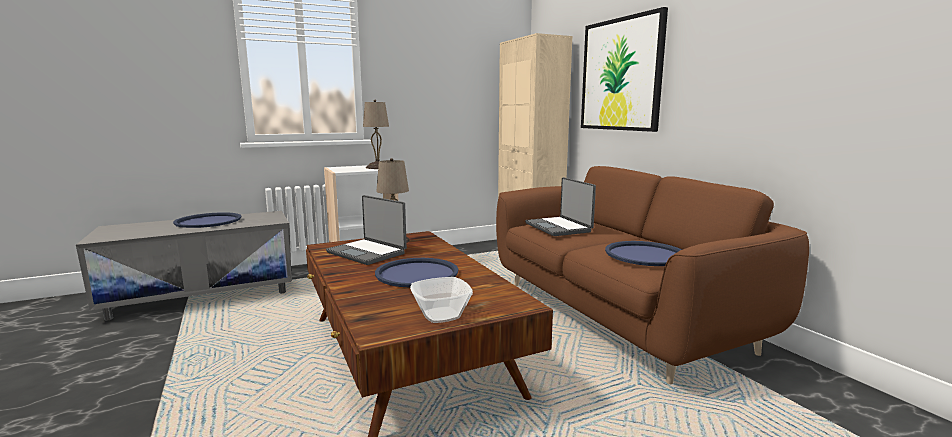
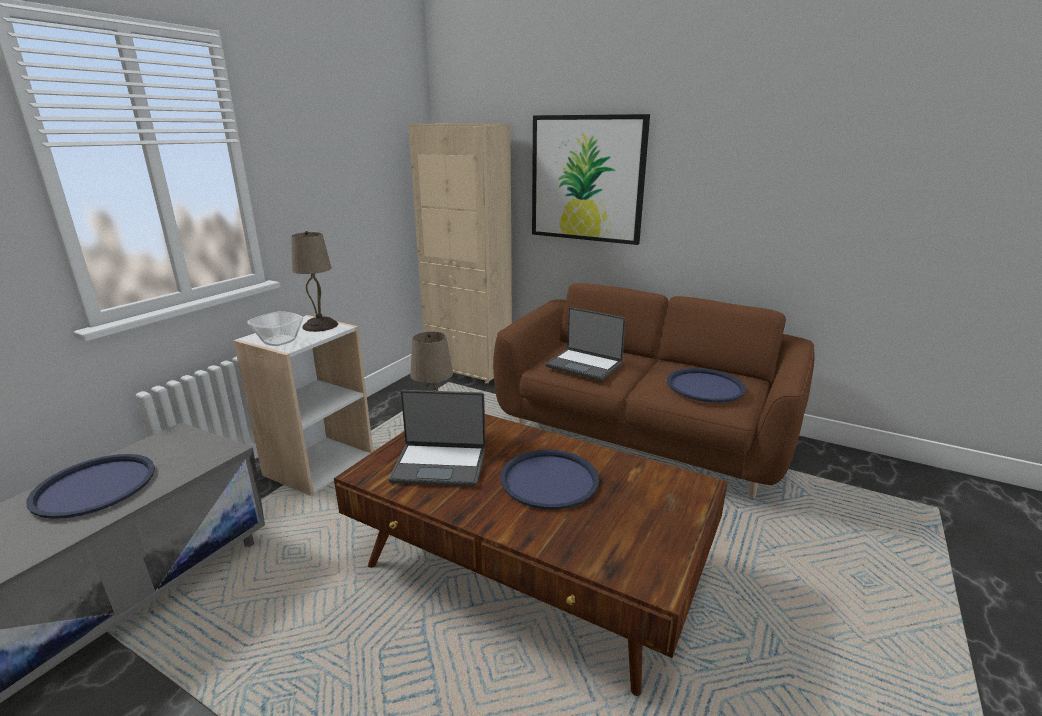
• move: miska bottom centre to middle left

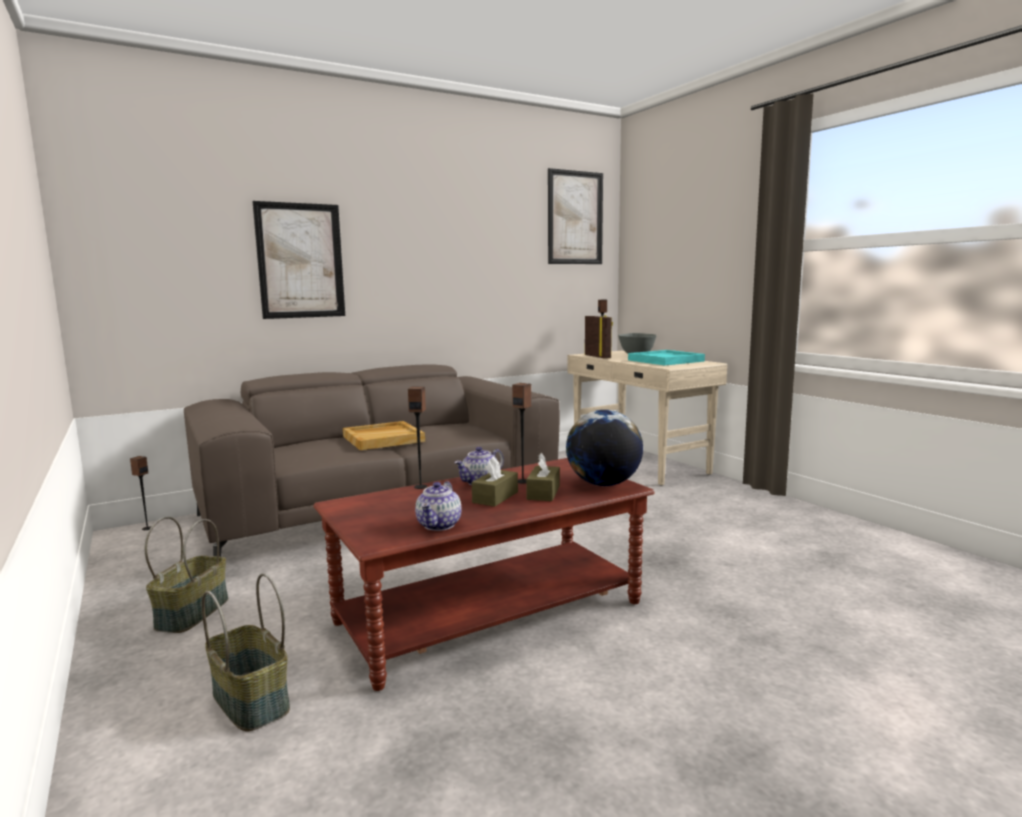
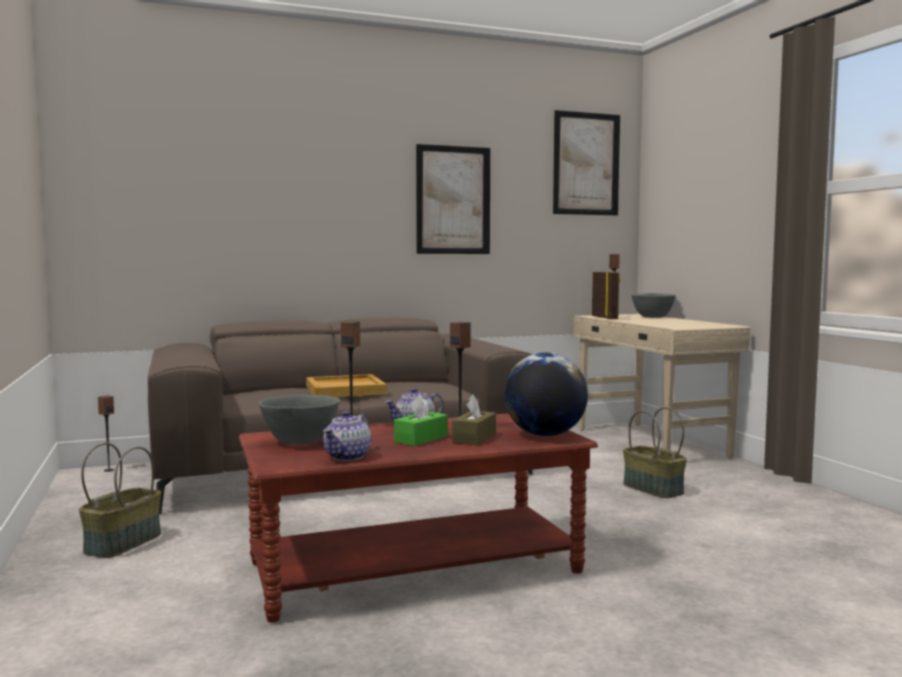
• move: koszyk (2nd from left) bottom left to bottom right
• move: obraz (1st from left) top left to top centre
• recolor: pudełko chusteczek/brązowy (1st from left) centre to pudełko chusteczek/zielony centre
• delete: taca/turkusowy centre
• insert: miska/szary (1st from left) middle left

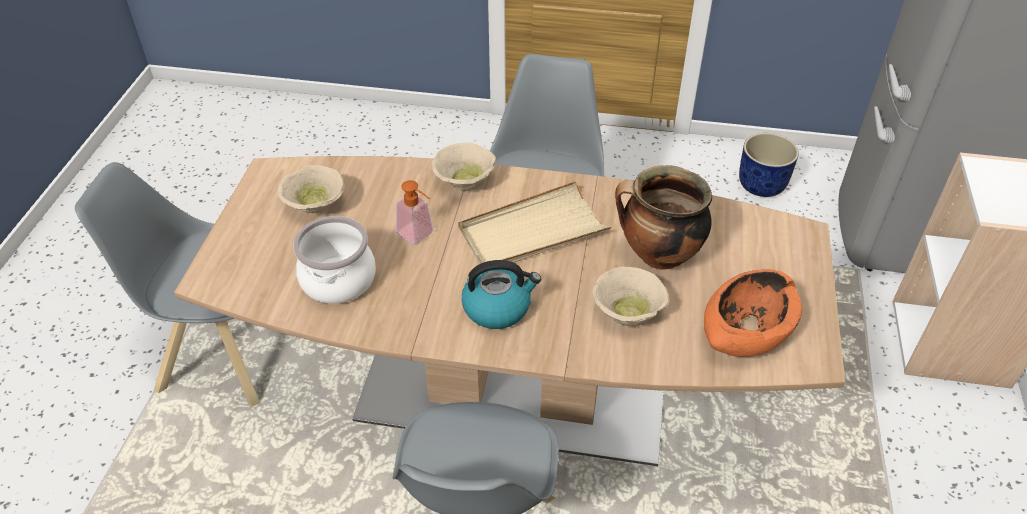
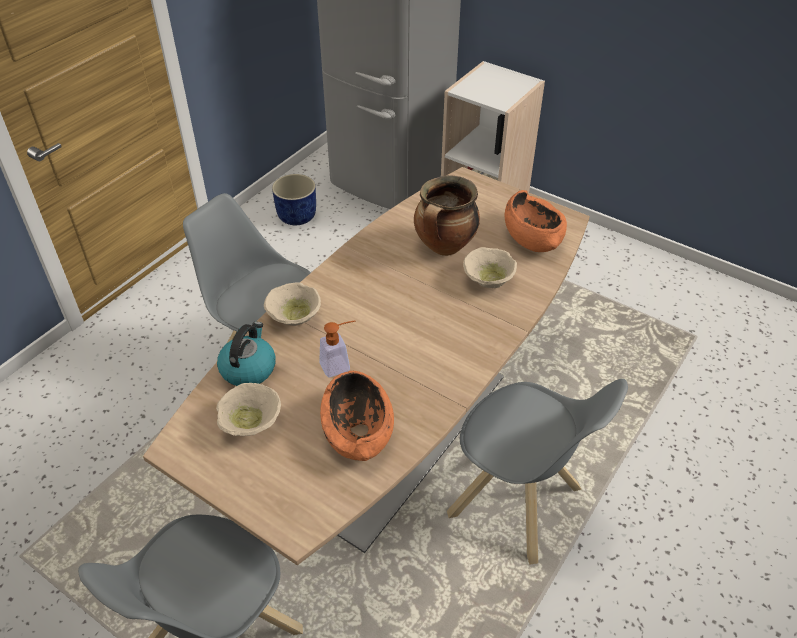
• replace: garnek (1st from left) middle left to miska/pomarańczowy (1st from left) centre
• delete: taca/beżowy centre
• move: czajnik centre to middle left

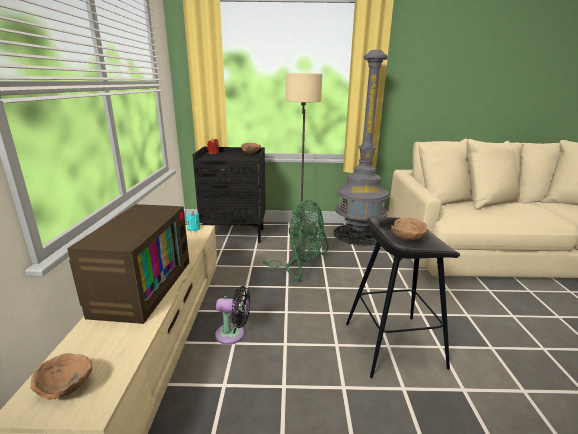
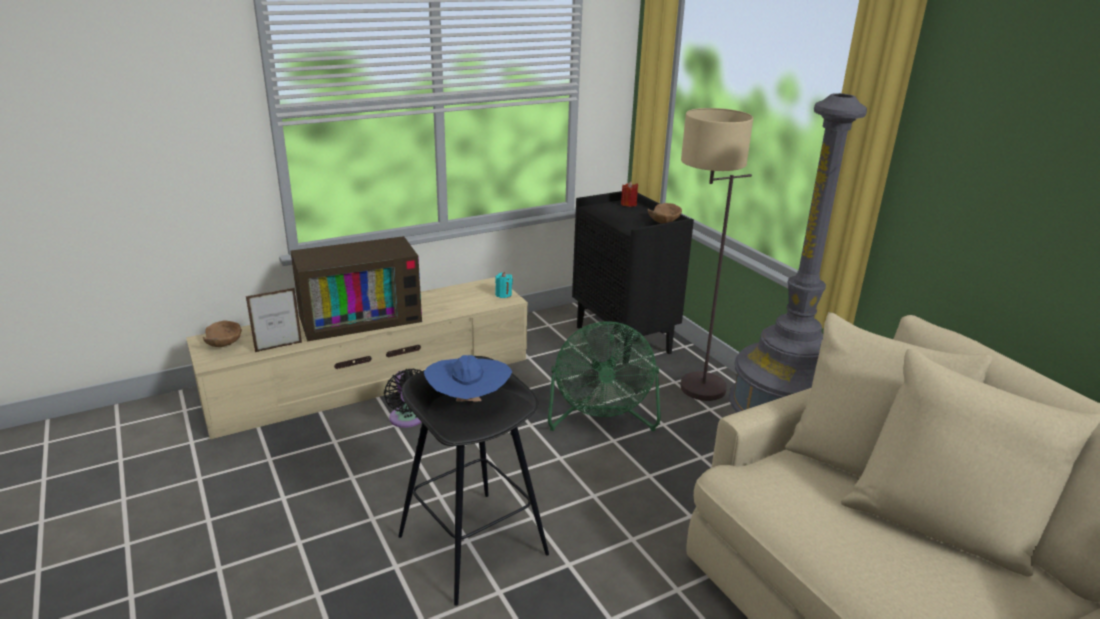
• replace: miska/brązowy (3rd from left) middle right to kapelusz/niebieski centre
• insert: ramka na zdjęcie middle left

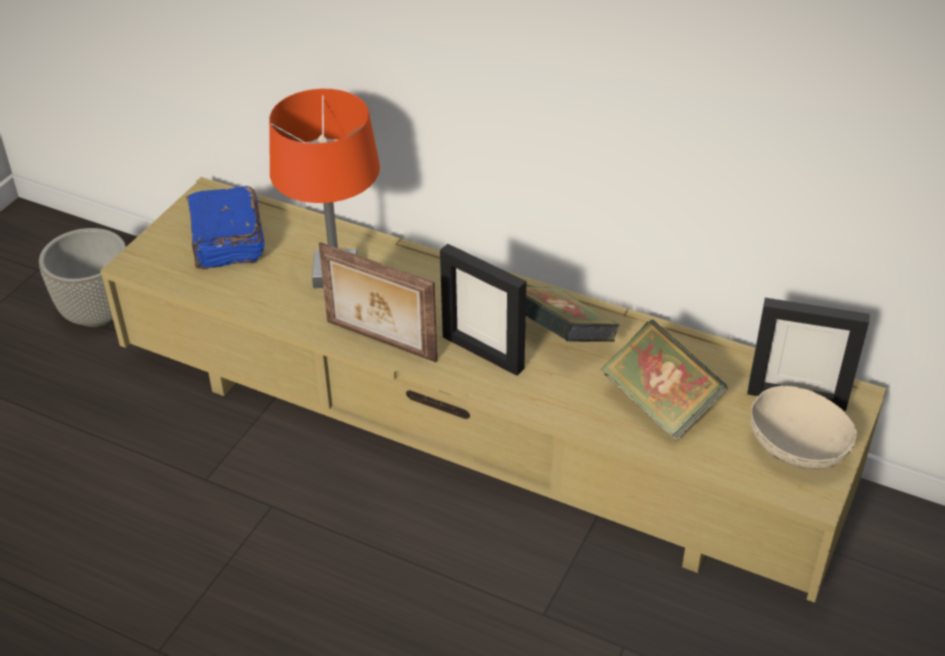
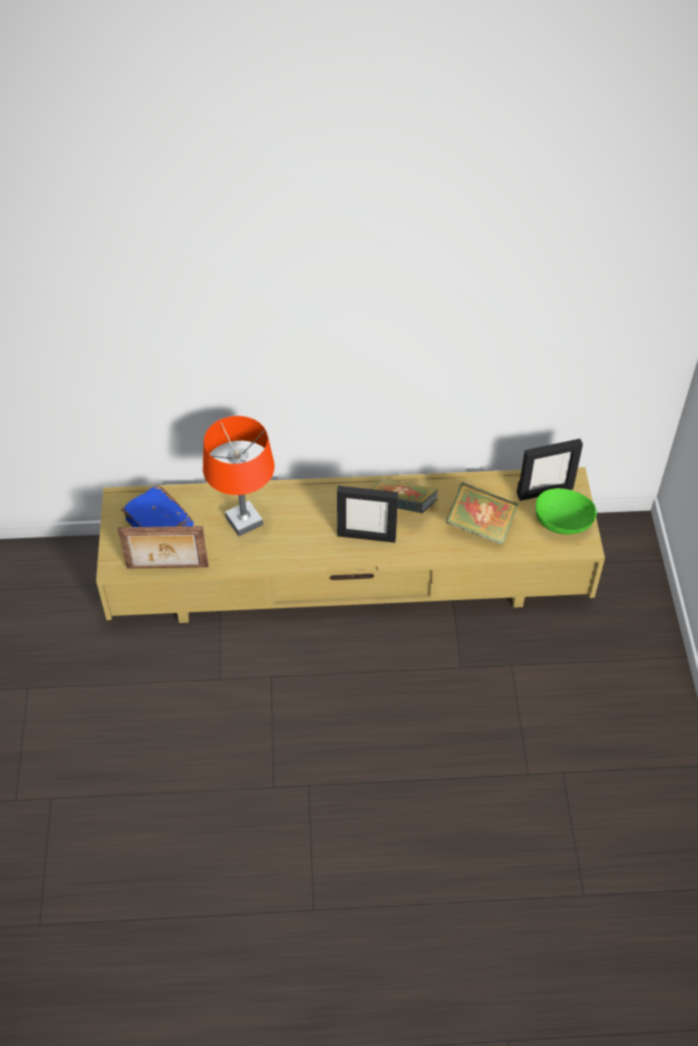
• delete: donica/szary middle left
• move: ramka na zdjęcie (1st from left) centre to middle left
• recolor: miska/beżowy middle right to miska/zielony middle right

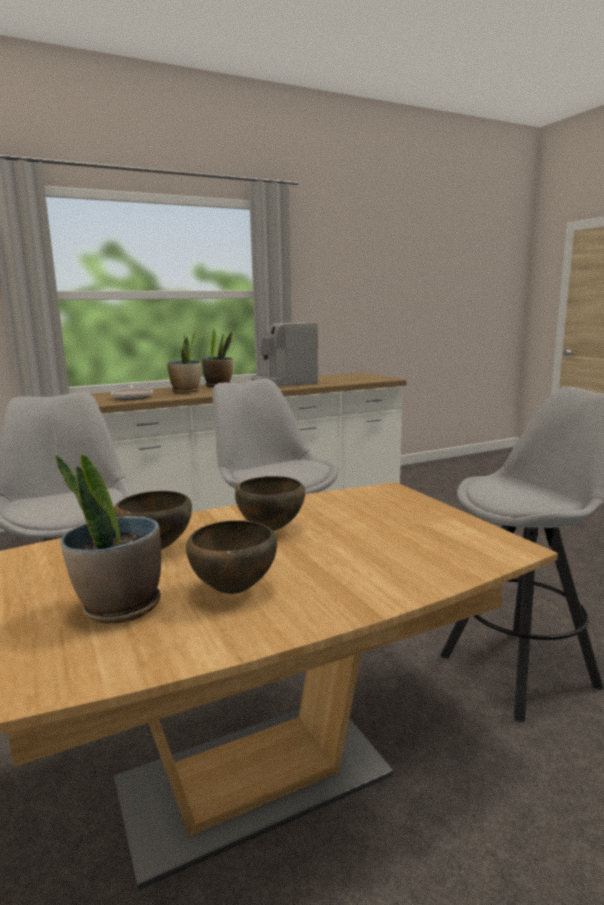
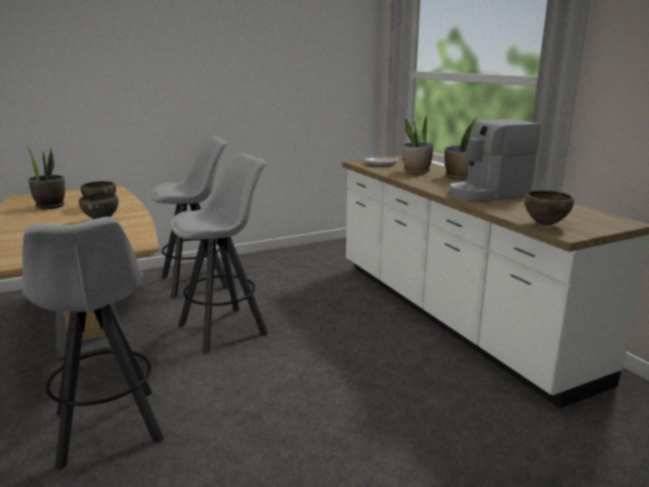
• move: miska/brązowy (2nd from left in the first image) centre to miska/brązowy (3rd from left) middle right
• rotate: ekspres do kawy centre = top right 90 degrees counterclockwise

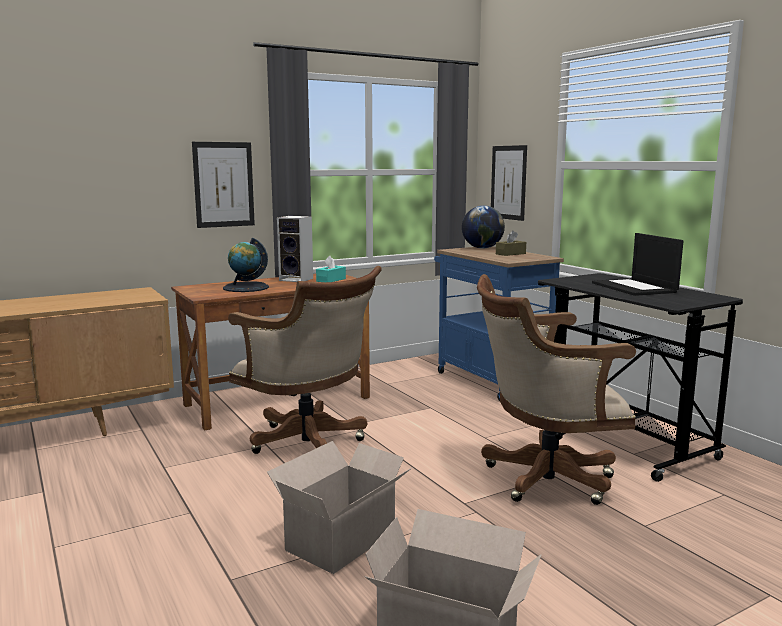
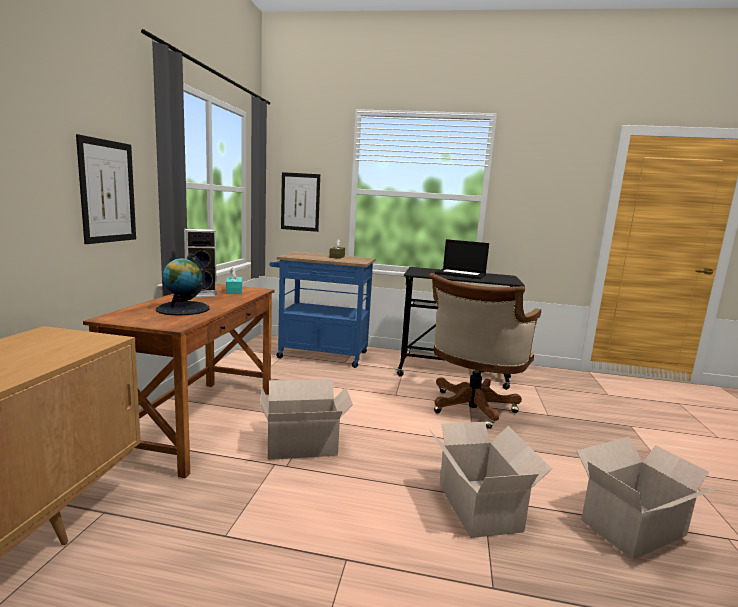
• replace: krzesło biurowe (1st from left) centre to karton (1st from left) bottom centre
• delete: globus (2nd from left) centre

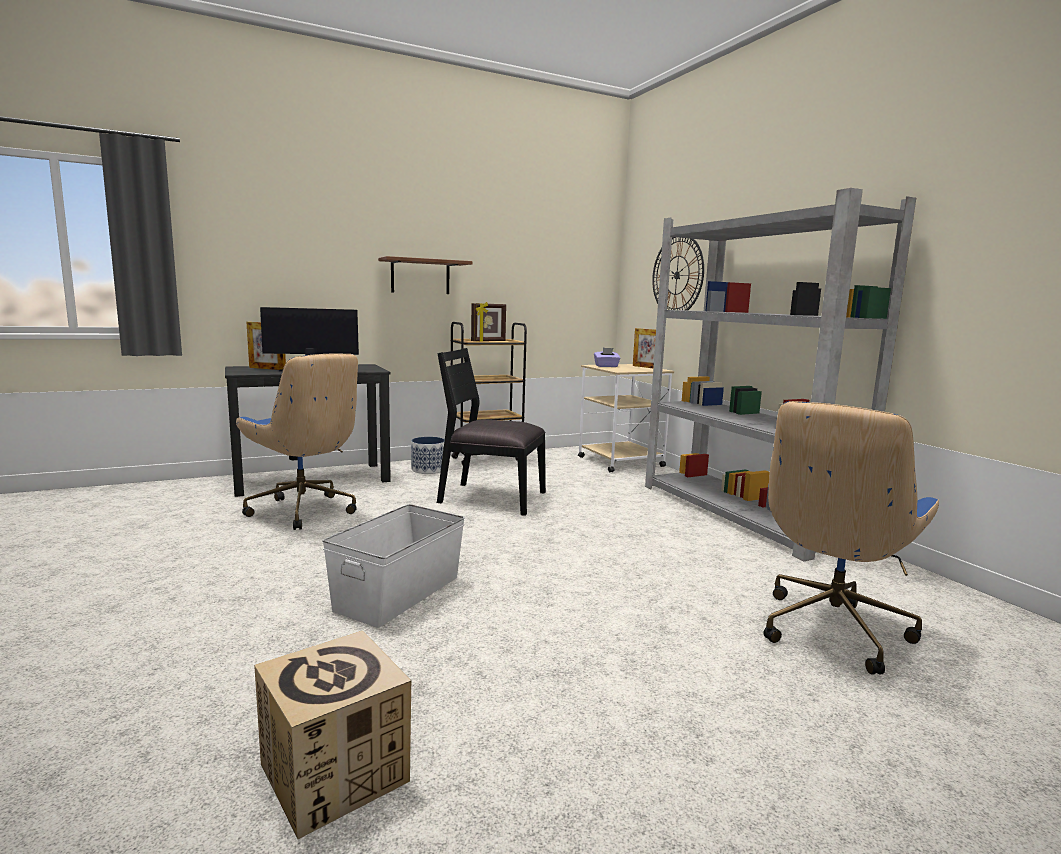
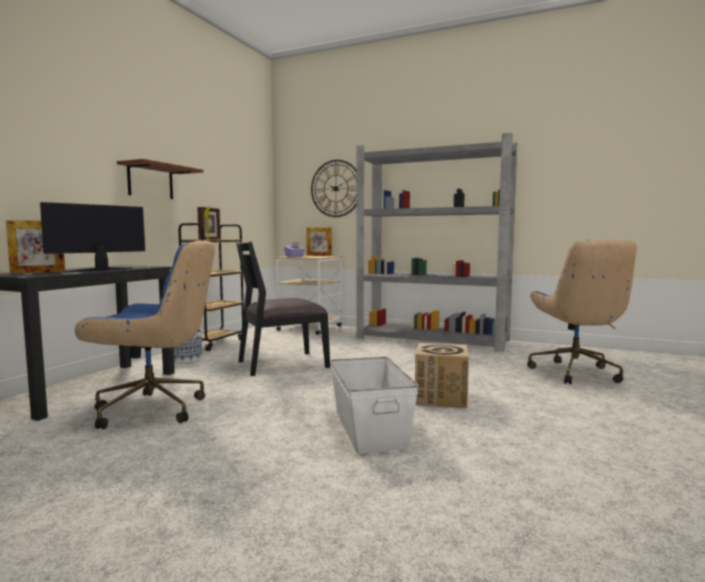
• move: karton bottom left to centre

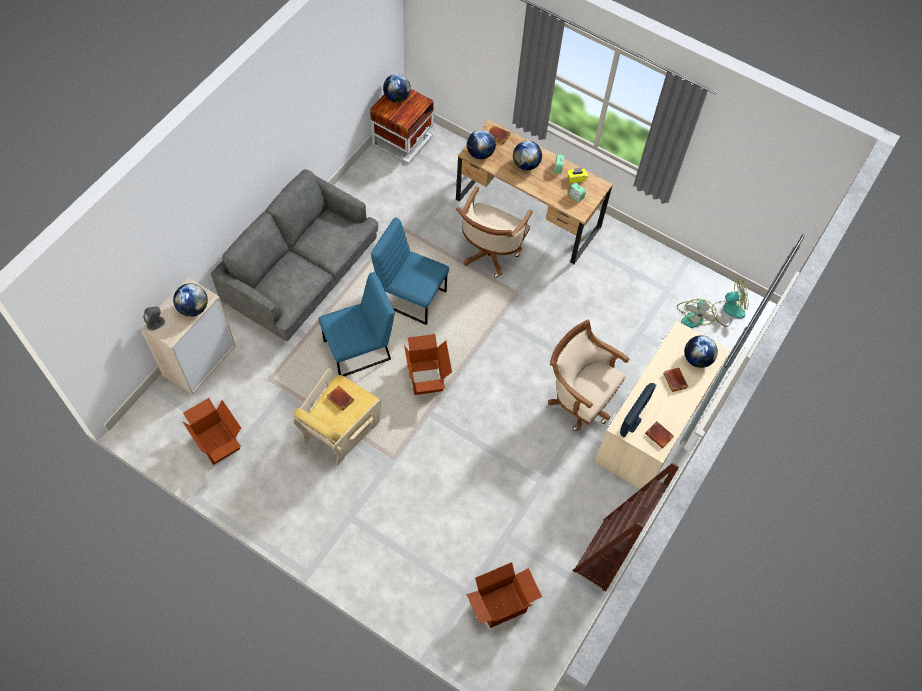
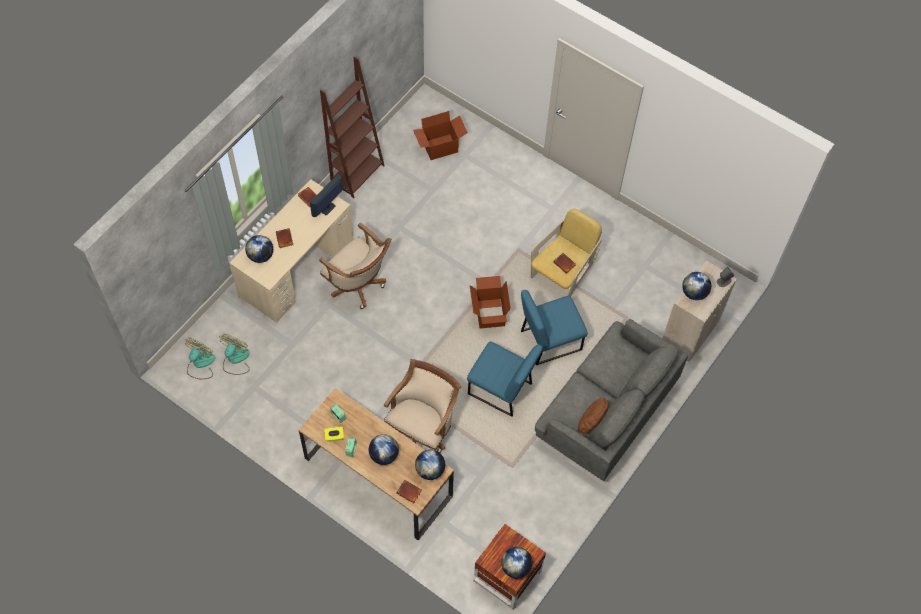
• delete: karton (1st from left) middle left
• rotate: wentylator (2nd from left in the first image) middle right = middle left 120 degrees clockwise
• insert: poduszka/brązowy bottom centre

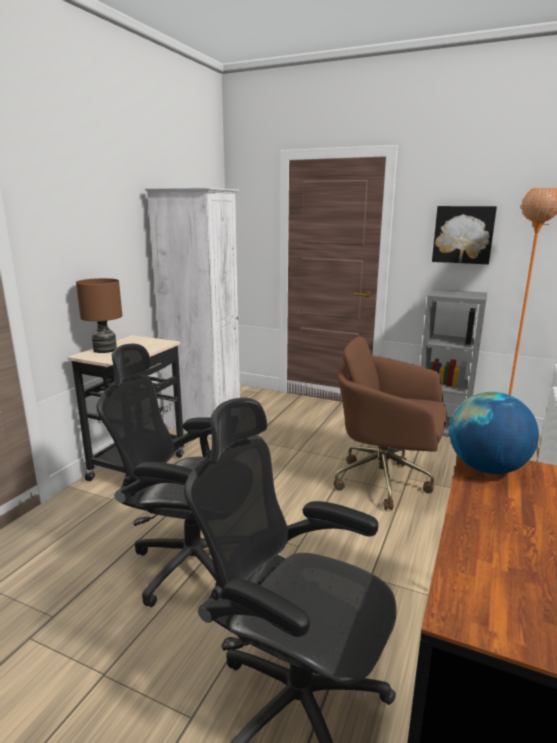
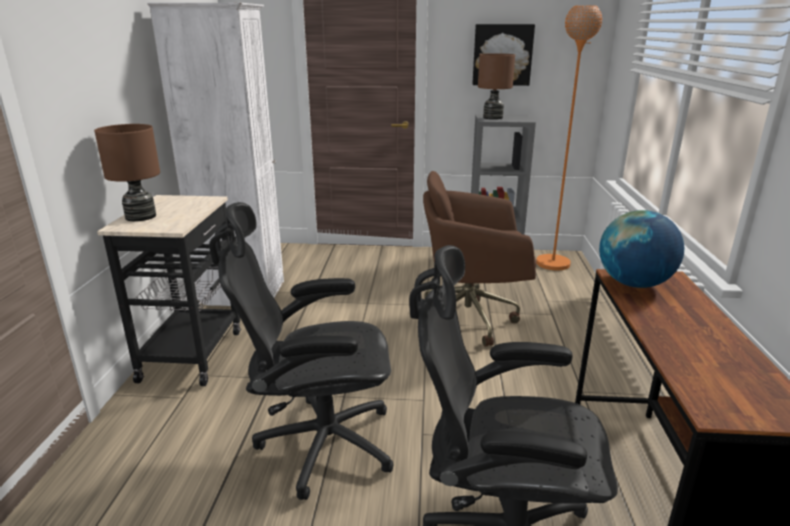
• insert: lampa stołowa/brązowy (2nd from left) top centre

